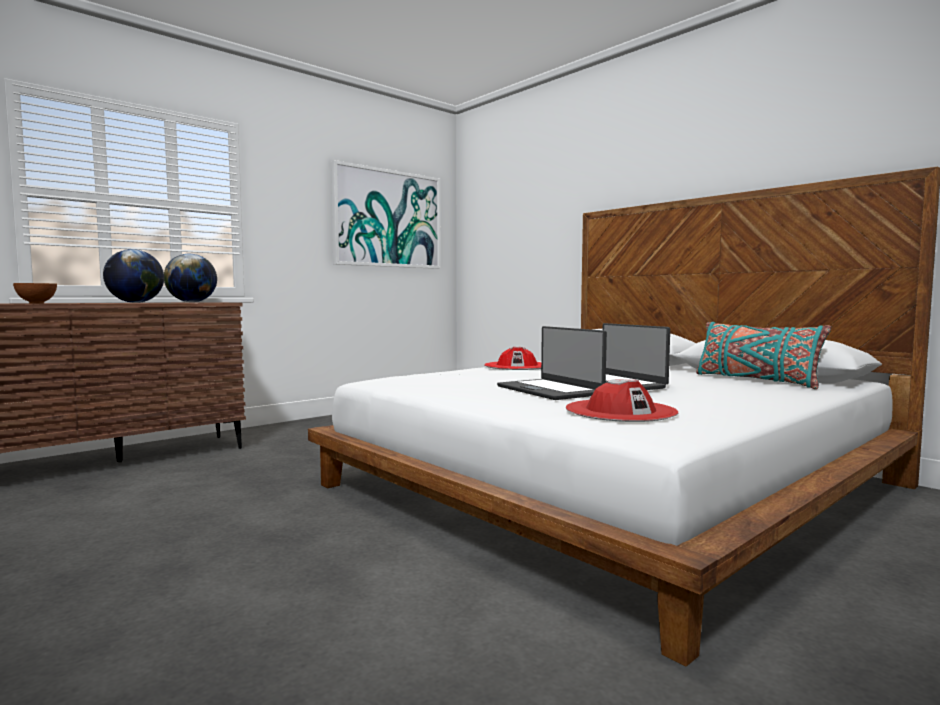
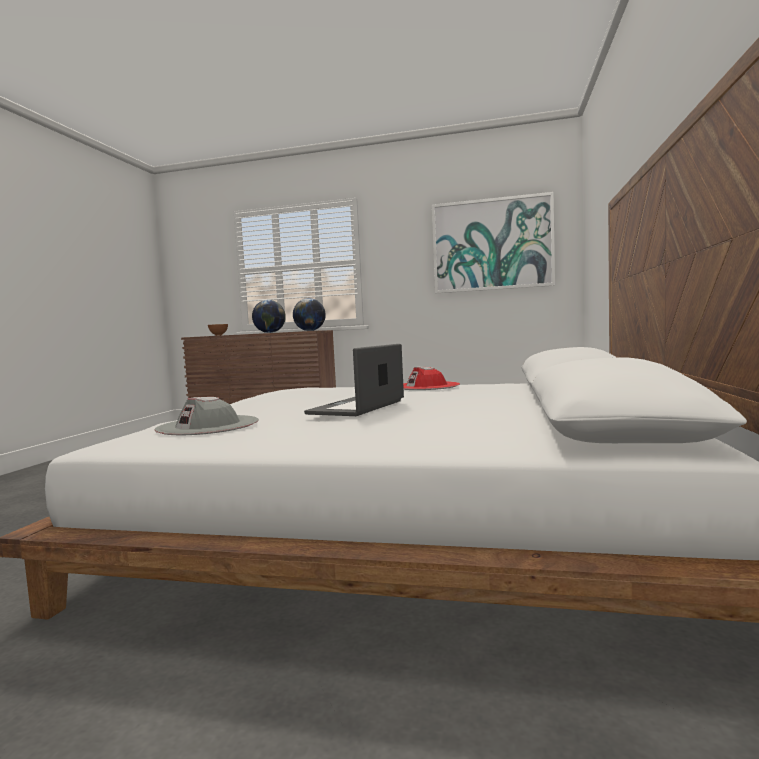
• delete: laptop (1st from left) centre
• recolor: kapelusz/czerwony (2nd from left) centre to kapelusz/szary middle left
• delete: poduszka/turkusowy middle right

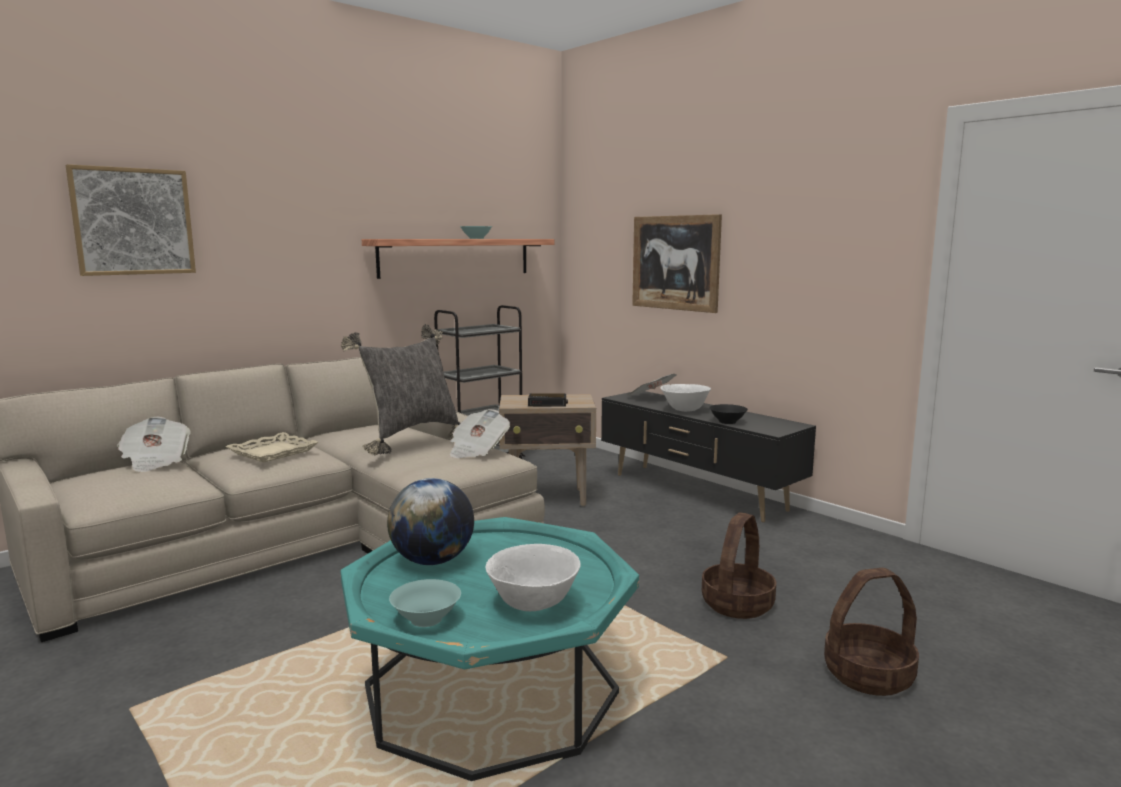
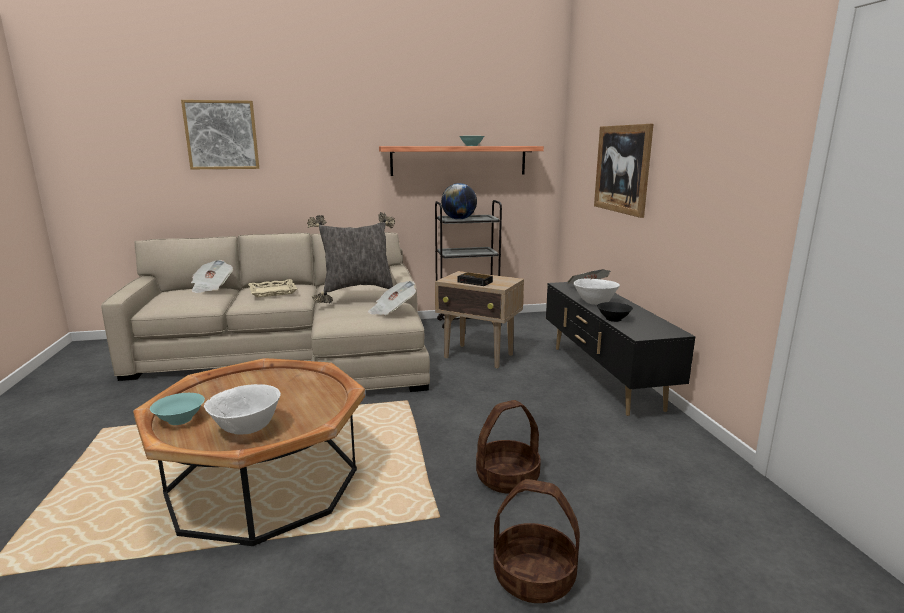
• recolor: ława/turkusowy bottom centre to ława/brązowy bottom left
• move: globus centre to top centre

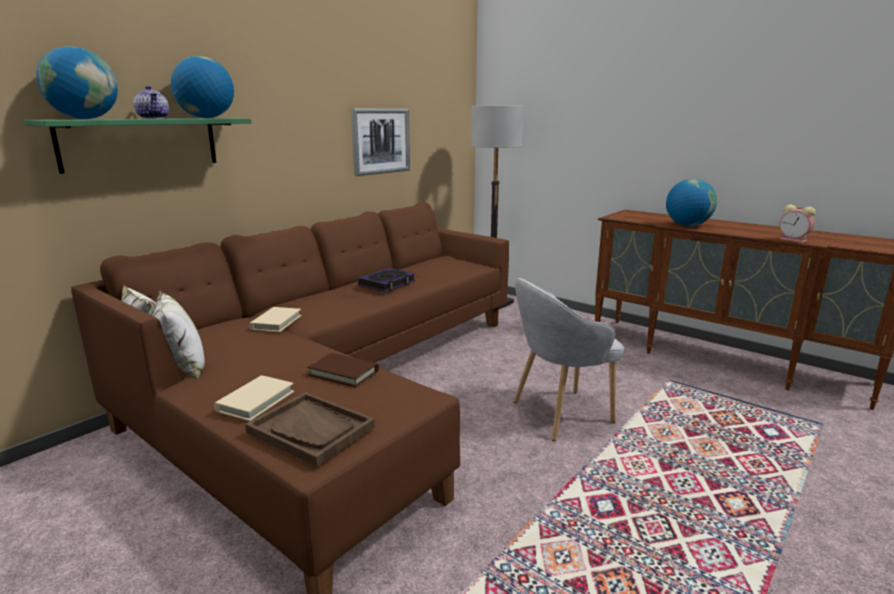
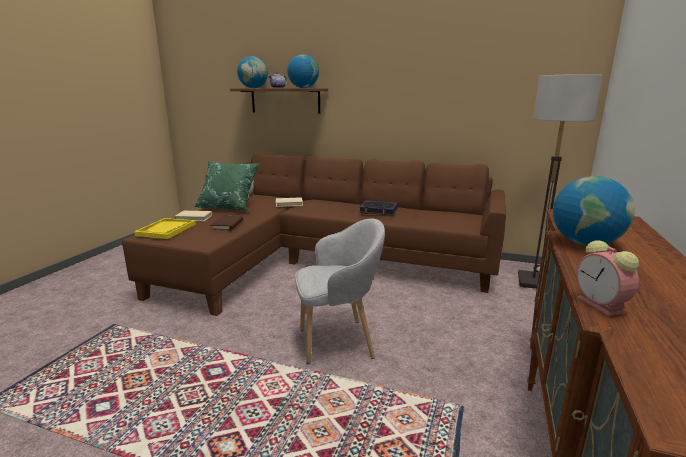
• recolor: półka/zielony top left to półka/brązowy top centre
• recolor: taca/brązowy bottom centre to taca/żółty middle left
• delete: obraz top centre
• rotate: fotel/szary centre = centre 120 degrees clockwise
• rotate: budzik middle right = middle right 45 degrees counterclockwise
• insert: poduszka/zielony middle left

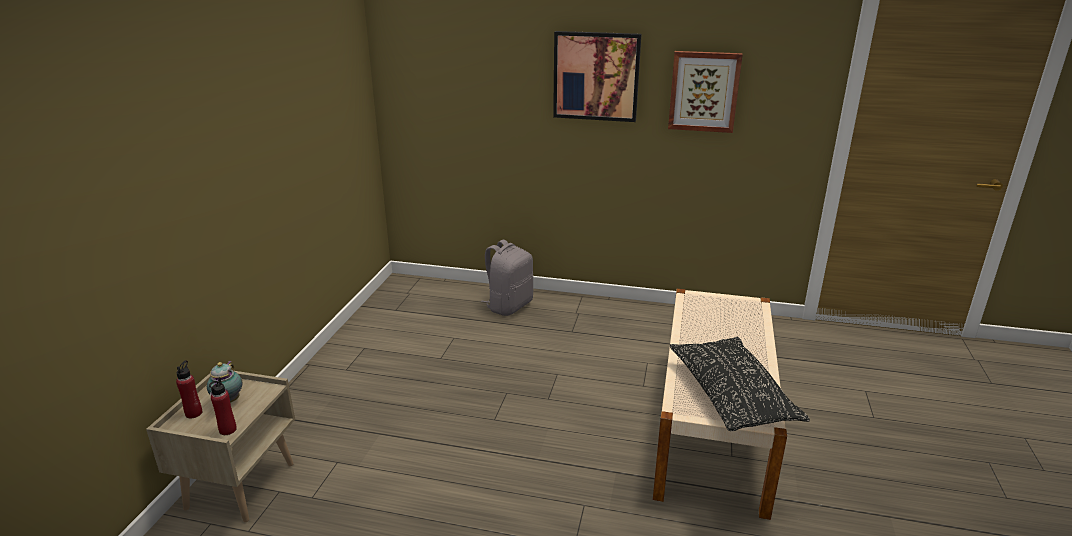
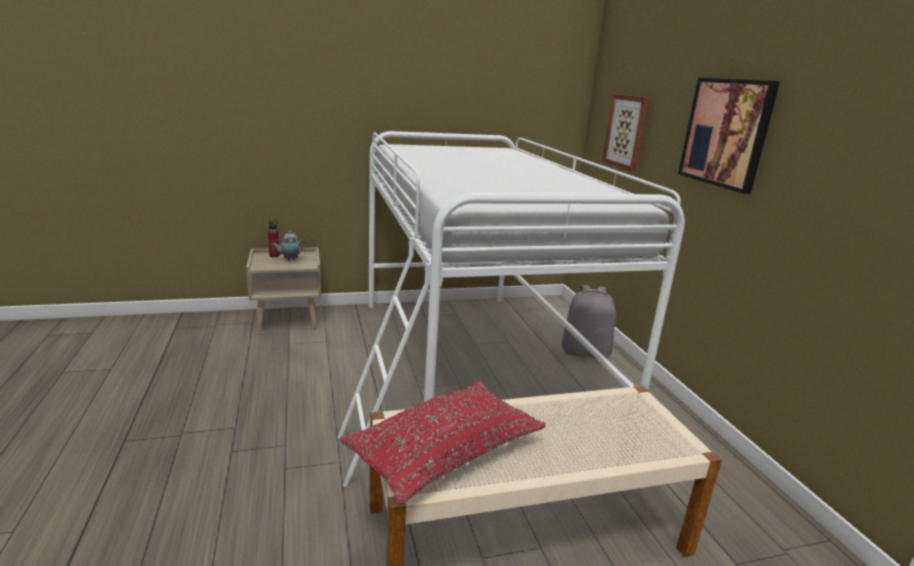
• delete: butelka/czerwony (2nd from left) bottom left
• move: obraz (2nd from left in the first image) top centre to obraz (1st from left) top right
• recolor: poduszka/czarny bottom right to poduszka/czerwony bottom centre
• insert: łóżko/biały centre

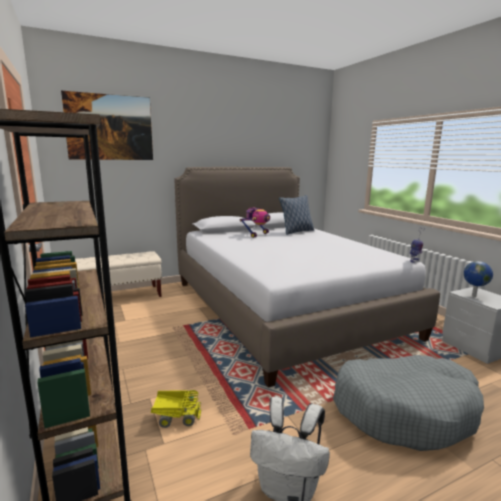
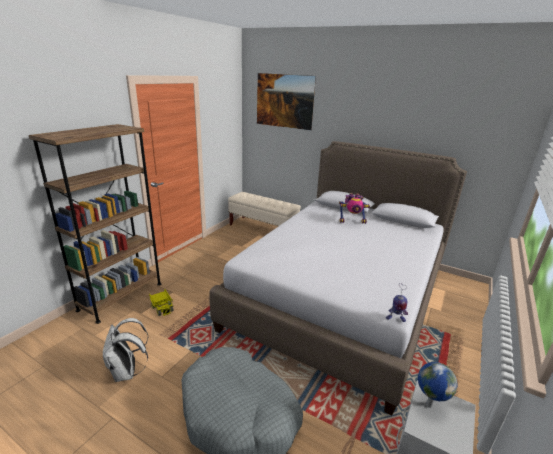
• delete: poduszka centre

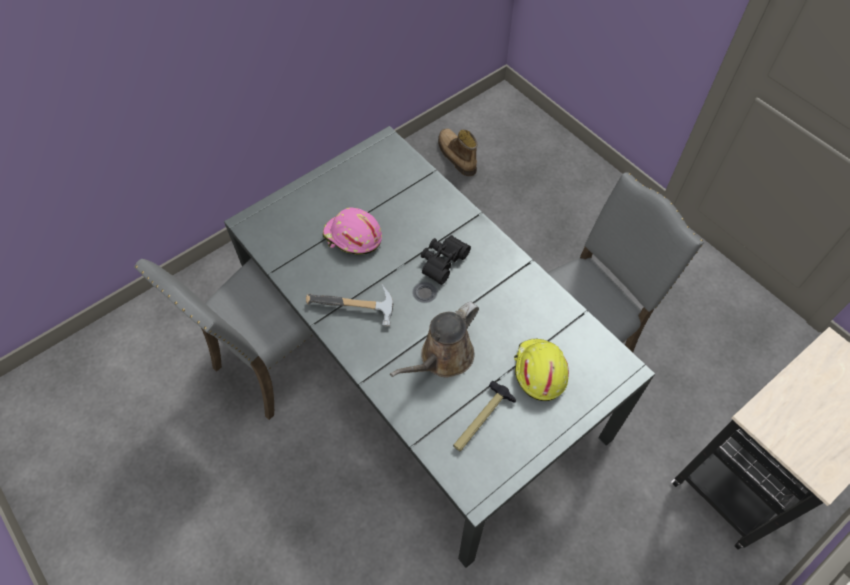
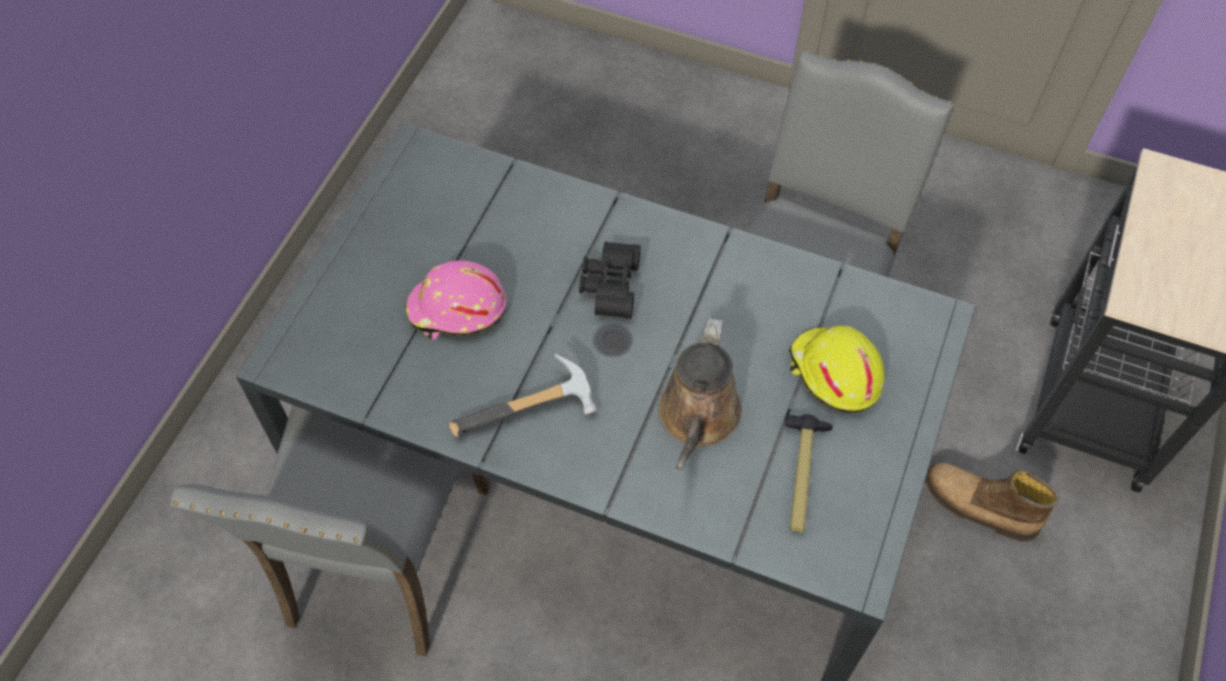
• move: but z cholewką top centre to bottom right

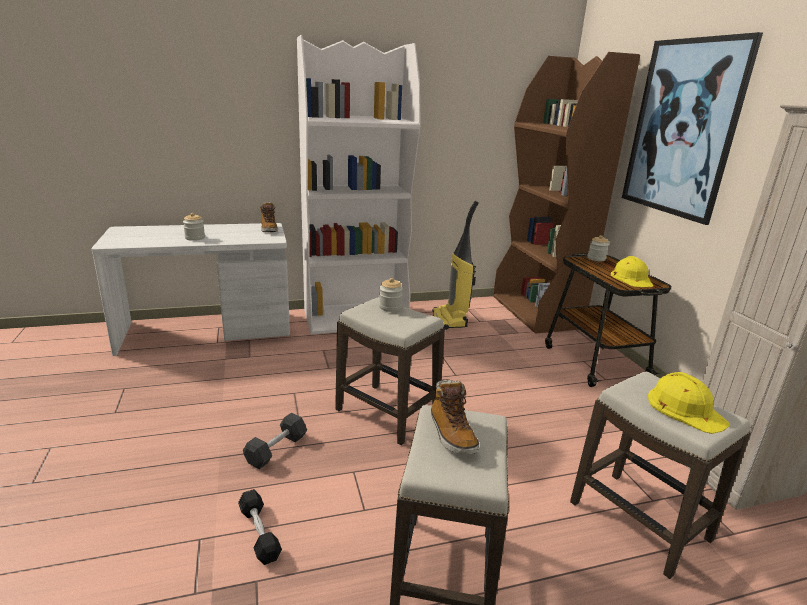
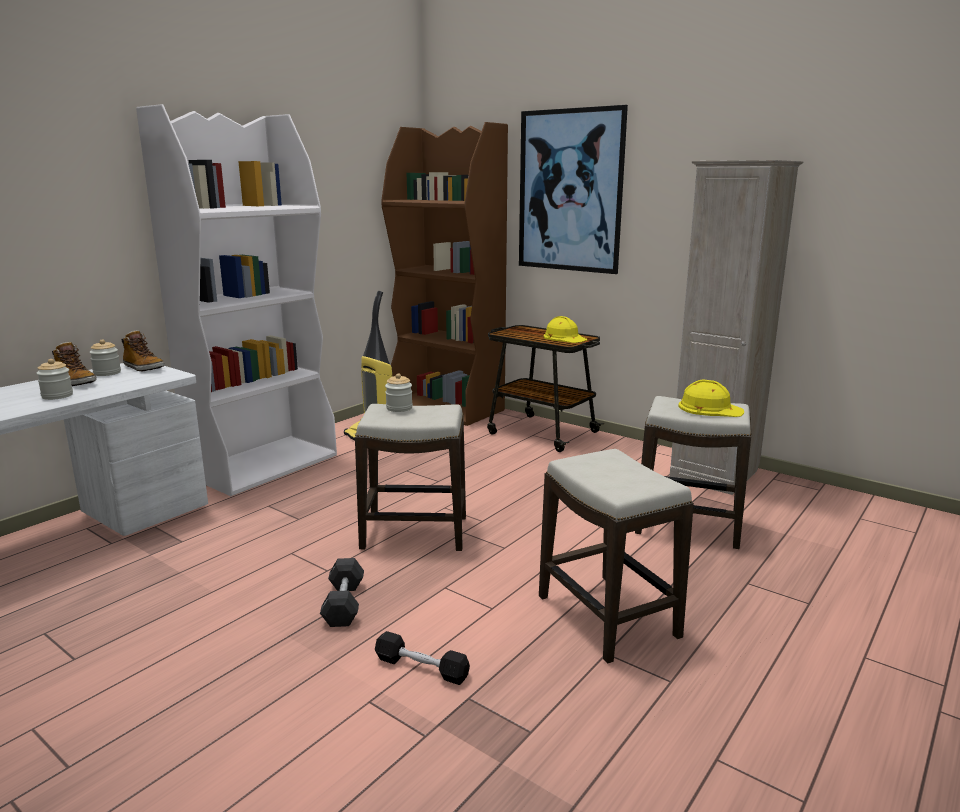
• move: but z cholewką (2nd from left in the first image) bottom centre to but z cholewką (1st from left) middle left
• move: słoik (3rd from left in the first image) middle right to słoik (2nd from left) middle left

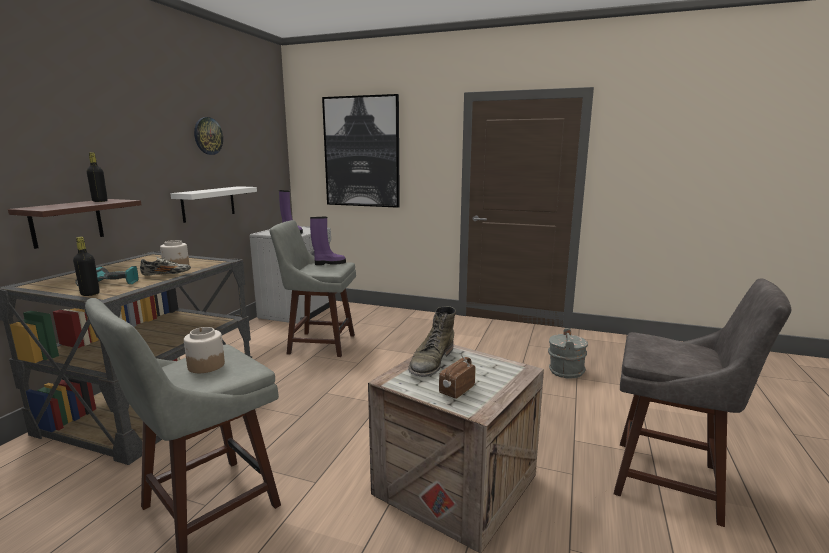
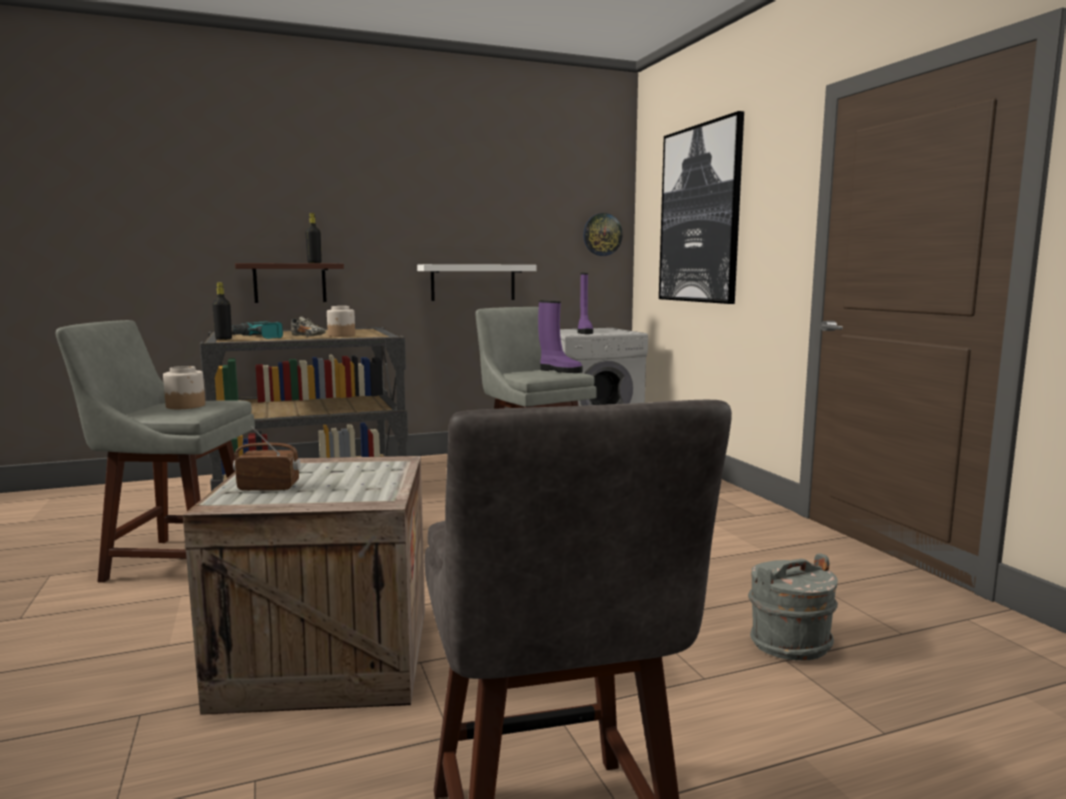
• move: zegar ścienny top left to top centre
• delete: but z cholewką/zielony centre

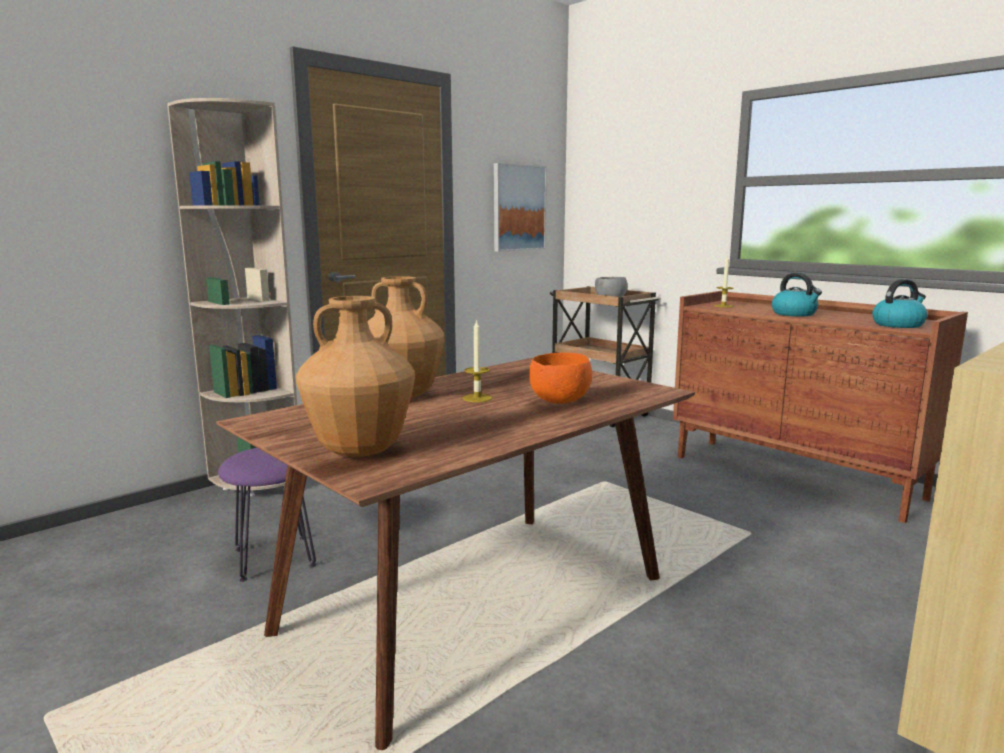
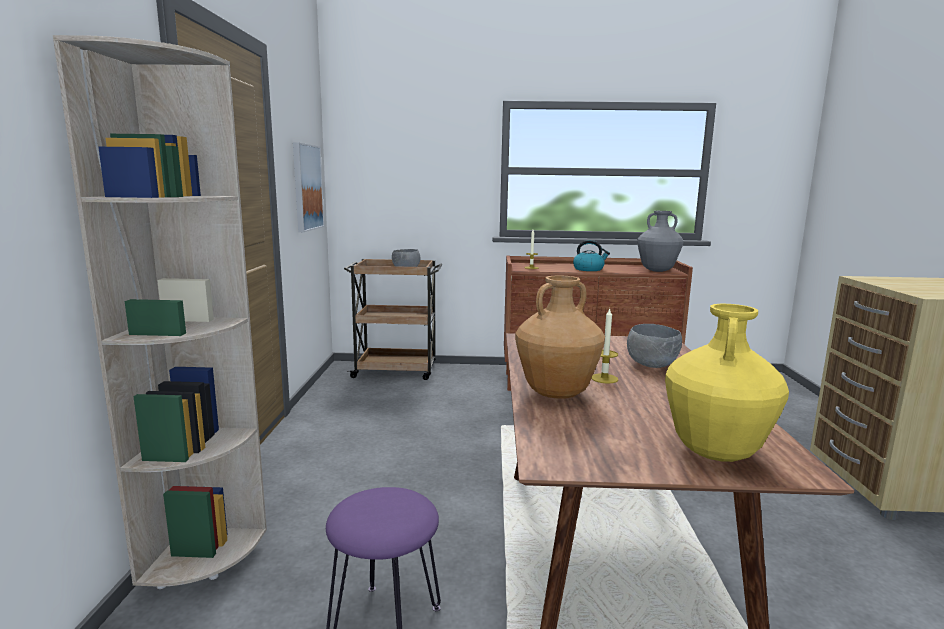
• recolor: wazon/brązowy (1st from left) centre to wazon/żółty middle right
• recolor: miska/pomarańczowy centre to miska/szary (2nd from left) middle right
• replace: czajnik (2nd from left) middle right to wazon/szary middle right

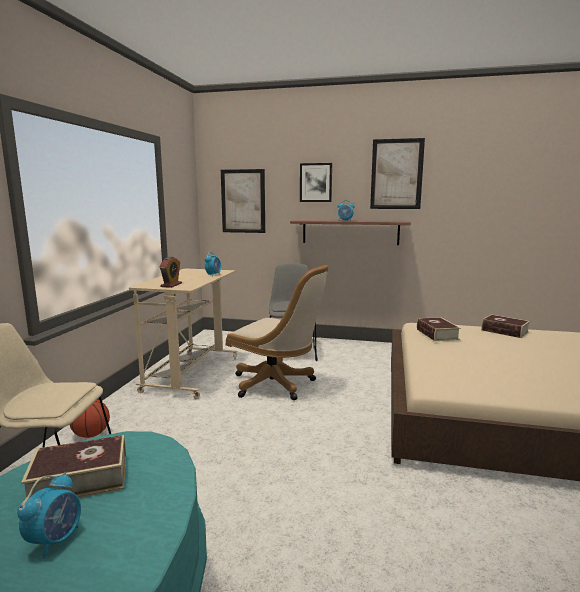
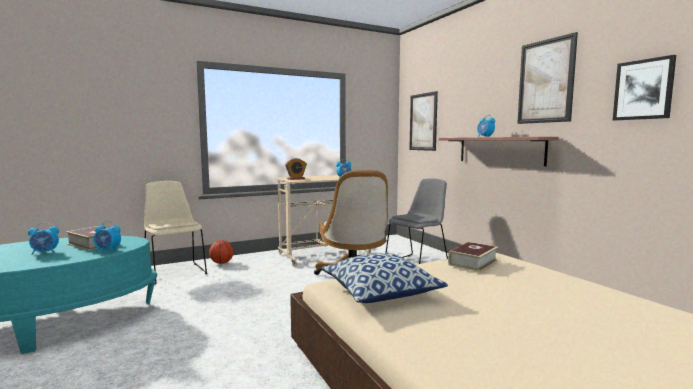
• move: obraz (2nd from left in the first image) top centre to obraz (3rd from left) top right
• delete: książka (3rd from left) middle right
• insert: budzik (2nd from left) middle left
• insert: poduszka bottom centre

